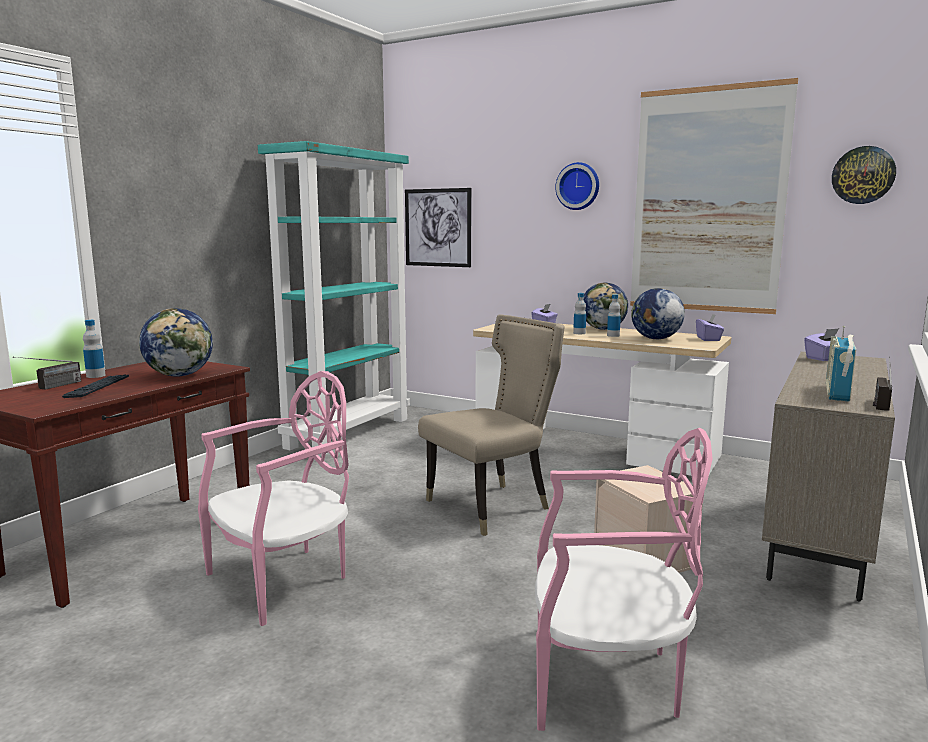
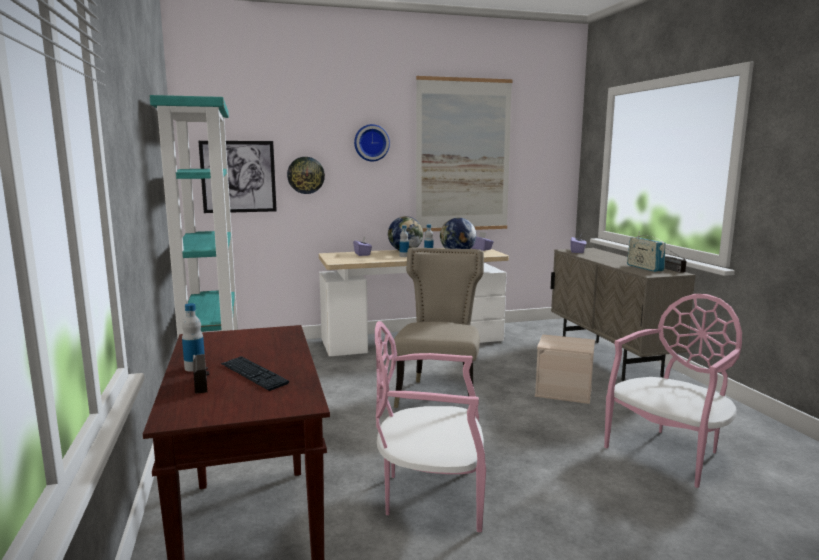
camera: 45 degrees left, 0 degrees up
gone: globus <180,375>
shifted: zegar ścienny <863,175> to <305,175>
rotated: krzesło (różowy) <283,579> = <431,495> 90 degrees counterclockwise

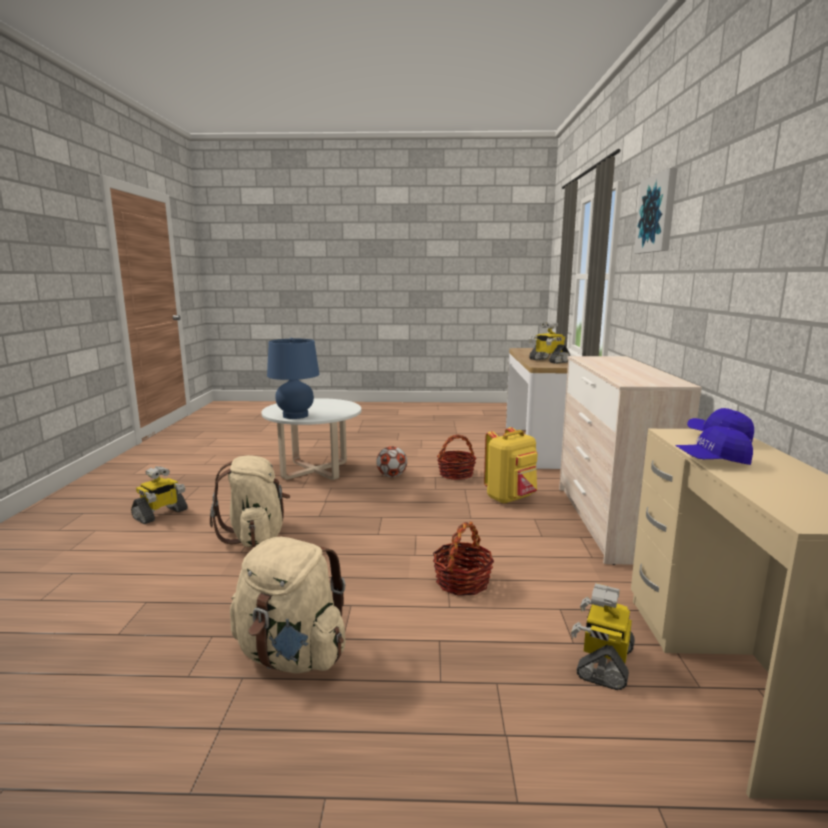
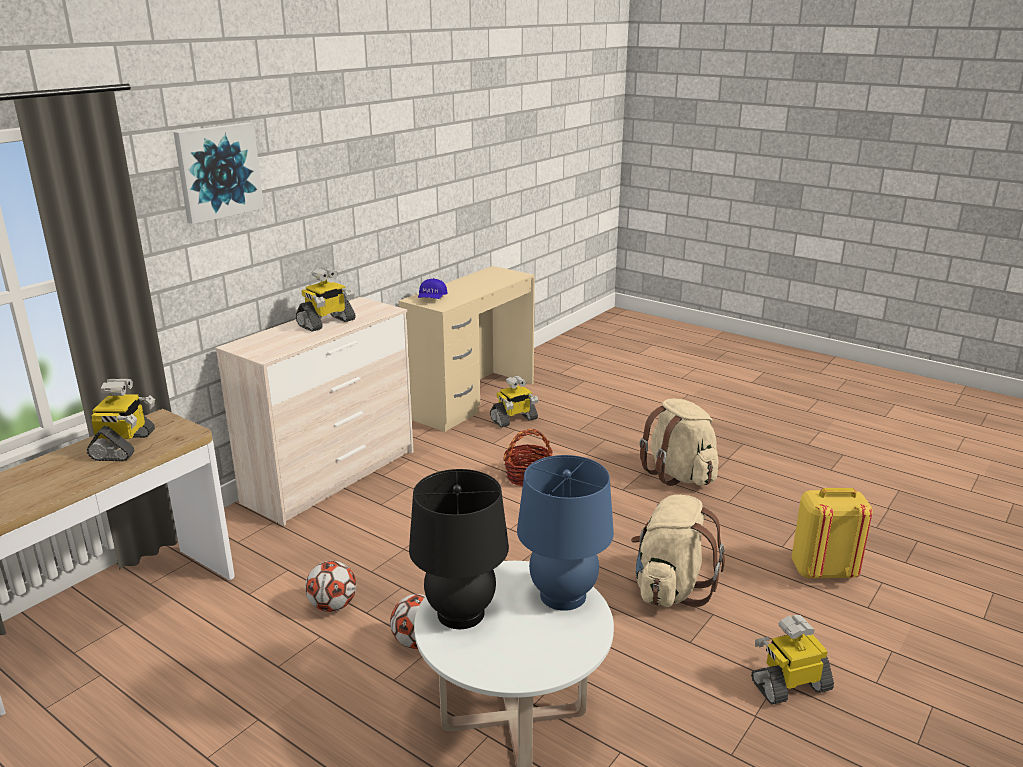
camera: 145 degrees left, 10 degrees up
gone: czapka z daszkiem (niebieski) <712,461>
new: robot zabawkowy <326,323>; lampa stołowa (czarny) <461,613>
shifted: plecak (żółty) <510,498> to <823,571>
swapped: koszyk <456,474> to piłka futbolowa <333,606>

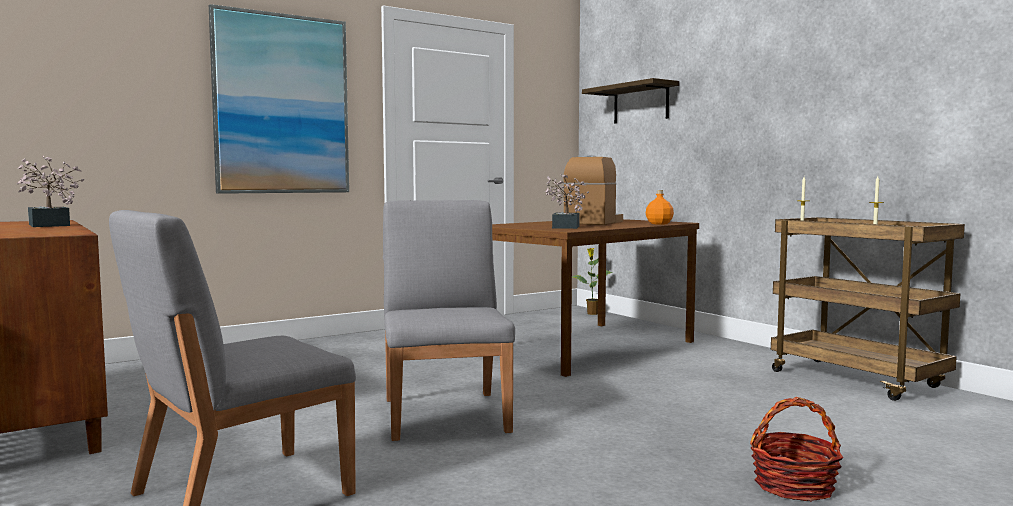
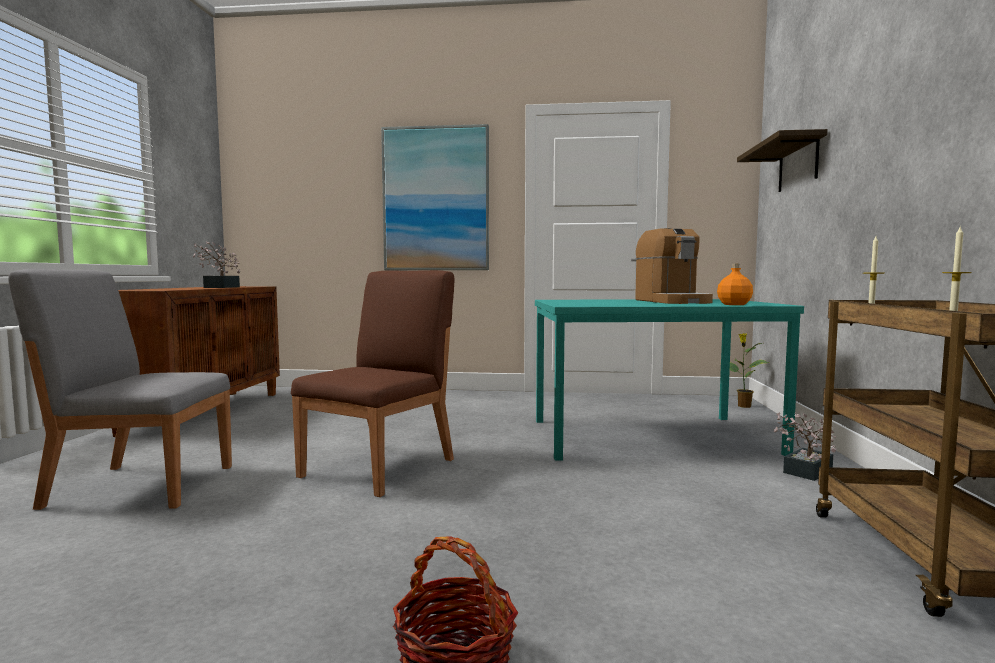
camera: 40 degrees right, 0 degrees up
shifted: roślina doniczkowa <565,227> to <804,472>
repainted: krzesło (szary) <446,414> to krzesło (brązowy) <380,467>; stół jadalny (brązowy) <586,346> to stół jadalny (turkusowy) <651,436>
rotated: ekspres do kawy <594,222> = <672,301> 105 degrees clockwise

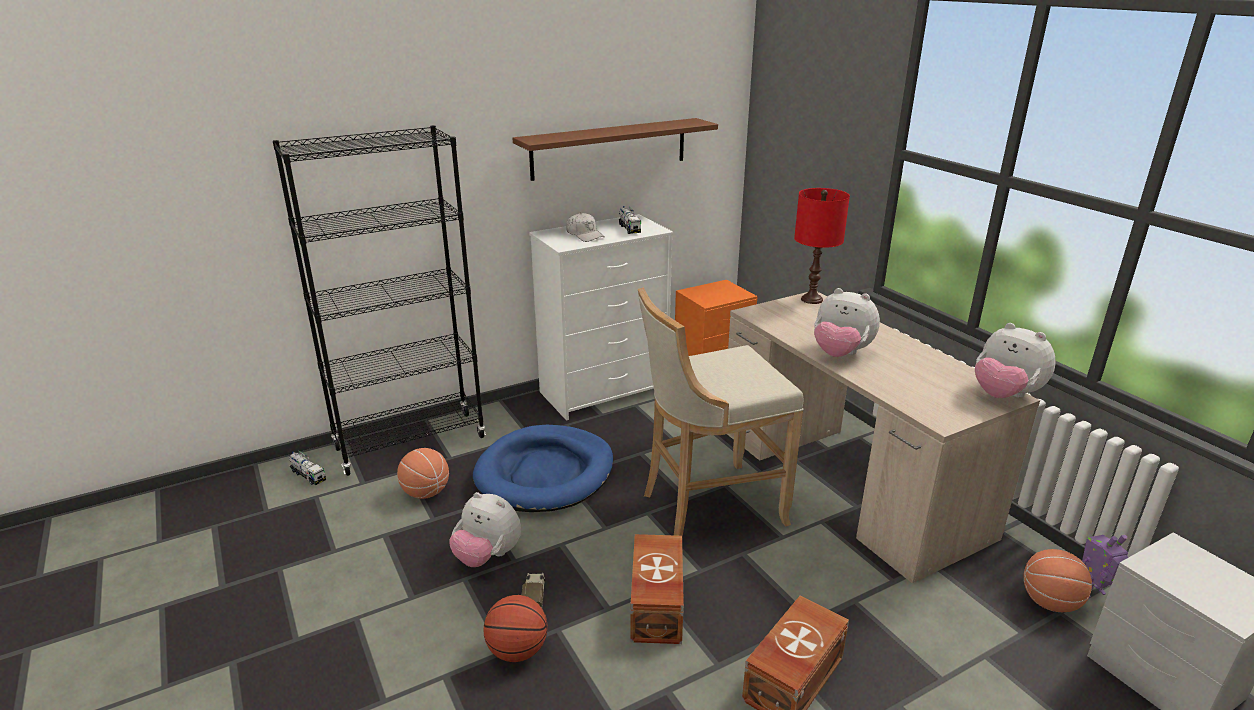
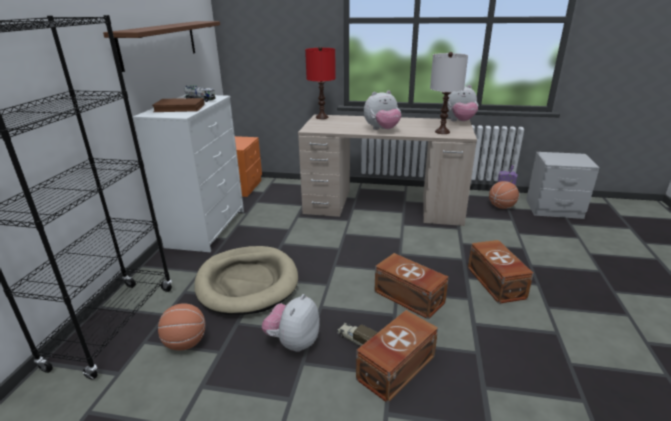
camera: 50 degrees left, 0 degrees up
gone: stołek (beżowy) <707,506>; ciężarówka zabawkowa <308,475>
new: lampa stołowa (biały) <442,132>
swapped: czapka z daszkiem (biały) <585,235> to książka (brązowy) <180,108>; piłka do koszykówki <517,651> to pojemnik do przechowywania (brązowy) <394,367>
repainted: legowisko (niebieski) <545,473> to legowisko (beżowy) <247,282>
rotated: pluszak <487,556> = <293,342> 135 degrees clockwise

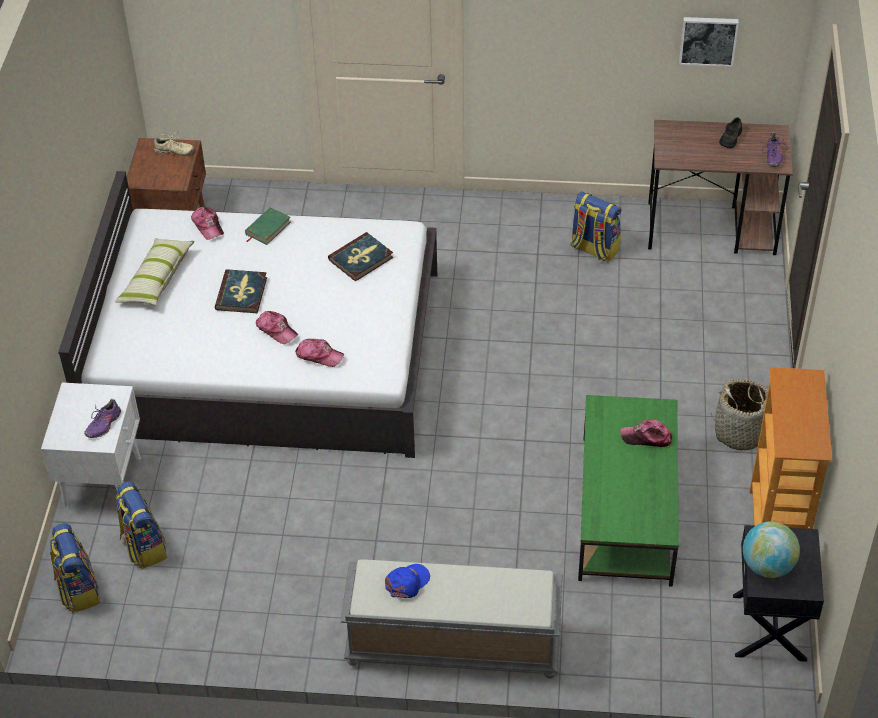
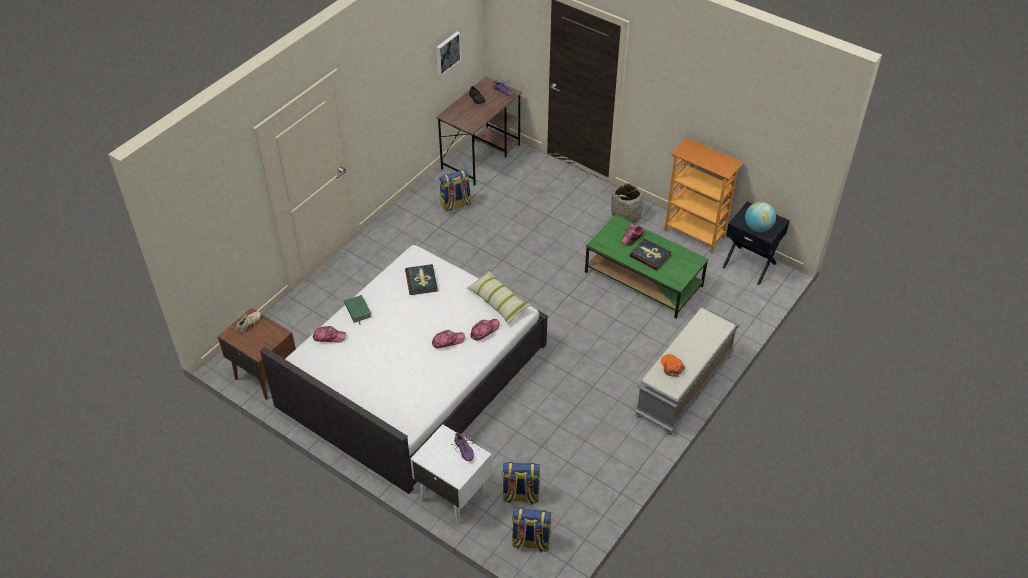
camera: 60 degrees left, 0 degrees up
shifted: poduszka <156,279> to <498,301>; książka <242,293> to <650,256>
repainted: czapka z daszkiem (niebieski) <407,582> to czapka z daszkiem (pomarańczowy) <672,366>

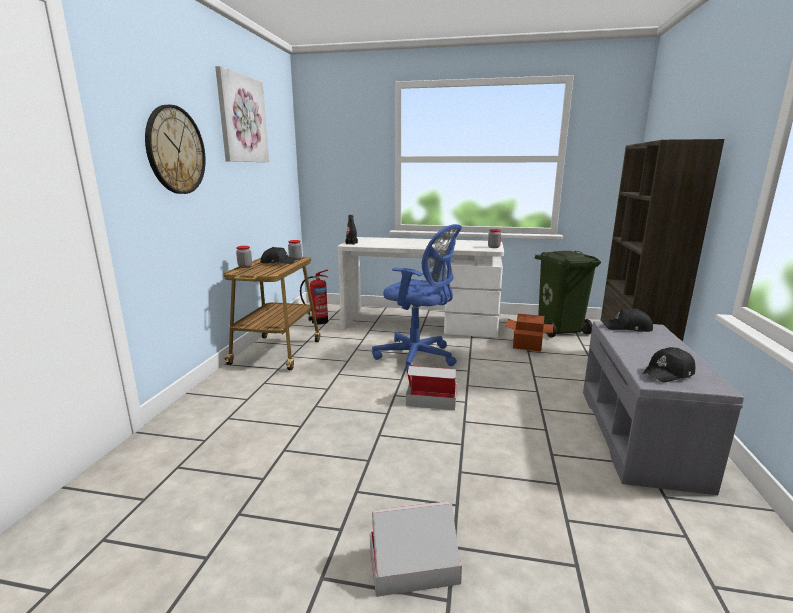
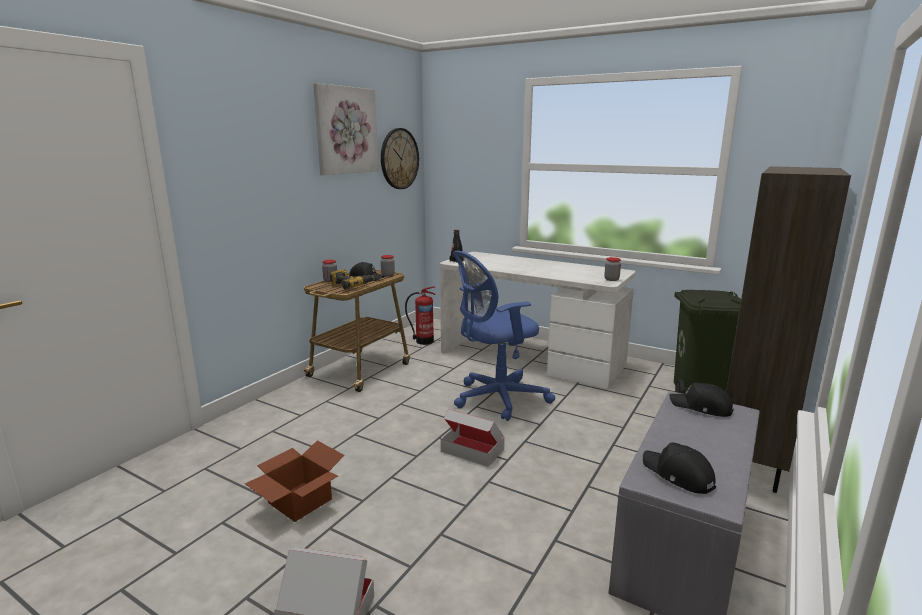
camera: 20 degrees right, 0 degrees up
new: wiertarka <351,285>
shifted: zegar ścienny <175,150> to <399,159>; karton <526,345> to <298,501>
rotated: krzesło biurowe (niebieski) <418,357> = <496,399> 105 degrees clockwise; czapka z daszkiem (czarny) <668,373> = <677,475> 60 degrees clockwise

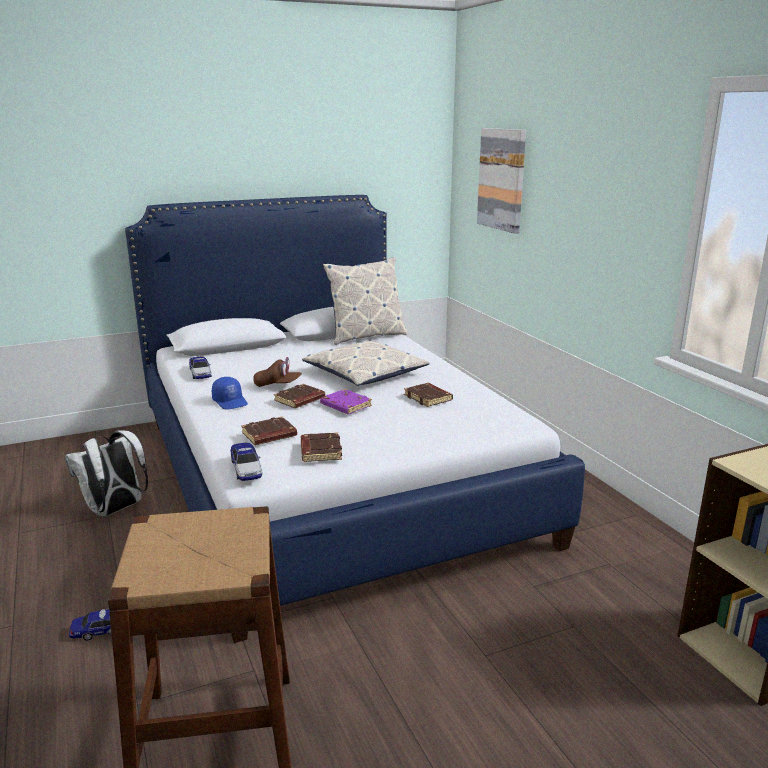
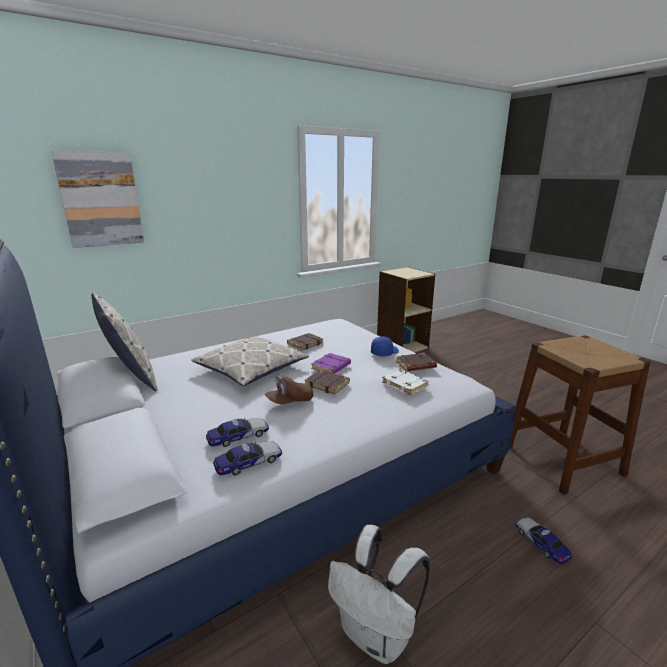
camera: 100 degrees left, 0 degrees up
shifted: czapka z daszkiem (niebieski) <230,402> to <384,352>; samochodzik <246,467> to <238,436>
repainted: książka (brązowy) <269,435> to książka (biały) <405,385>
rotated: czapka z daszkiem (brązowy) <277,385> = <290,401> 120 degrees counterclockwise

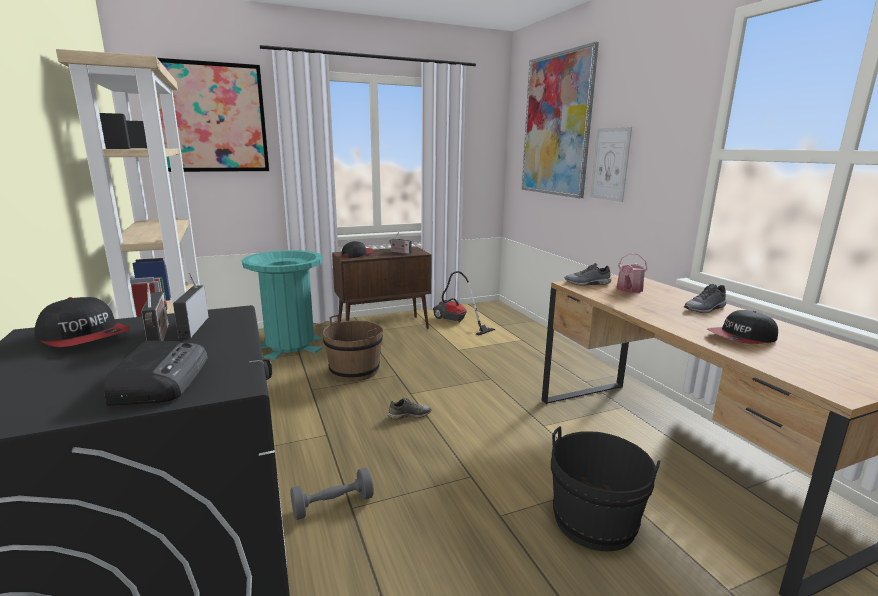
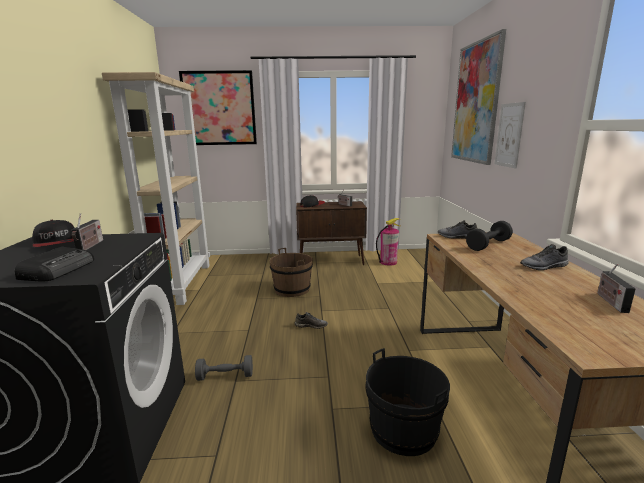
camera: 20 degrees right, 0 degrees up
gone: kosz na śmieci (turkusowy) <290,345>; czapka z daszkiem <742,337>
shifted: radio <194,326> to <610,301>
swapped: konewka <628,290> to hantel (czarny) <488,245>; odkurzacz <456,322> to gaśnica <388,262>

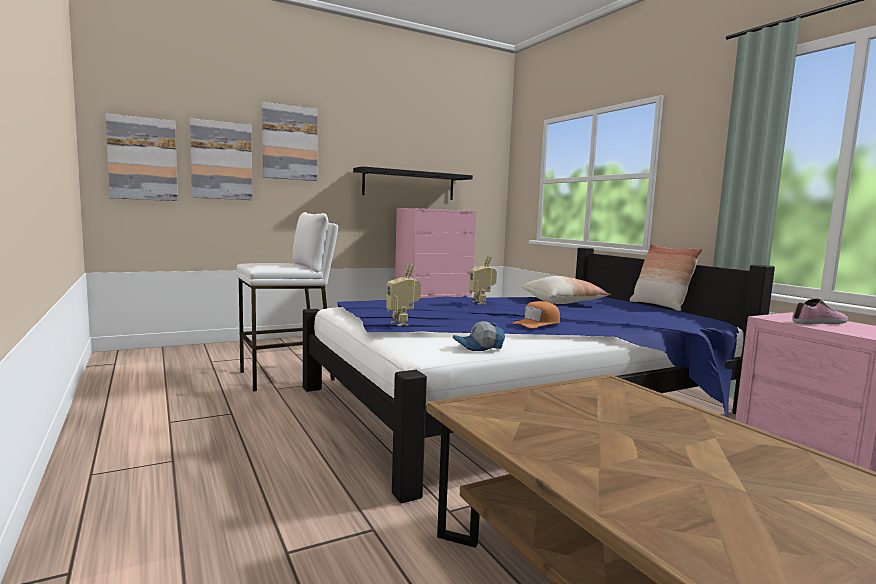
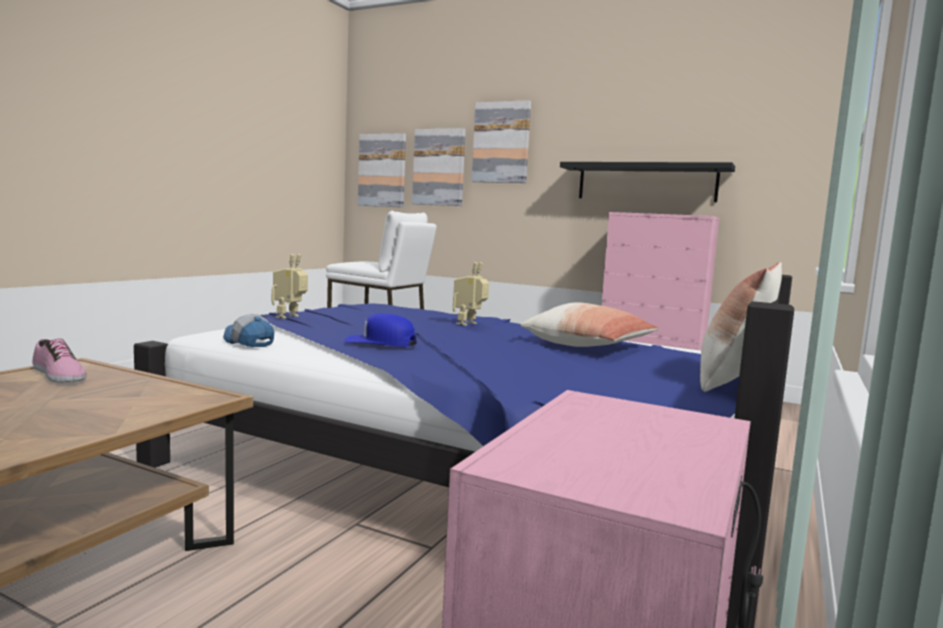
camera: 55 degrees right, 0 degrees up
shifted: but <819,322> to <57,375>
repainted: czapka z daszkiem (pomarańczowy) <537,323> to czapka z daszkiem (niebieski) <381,342>

